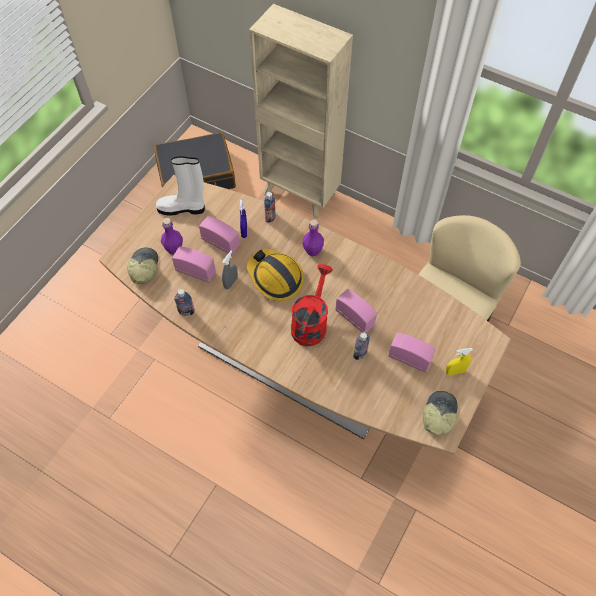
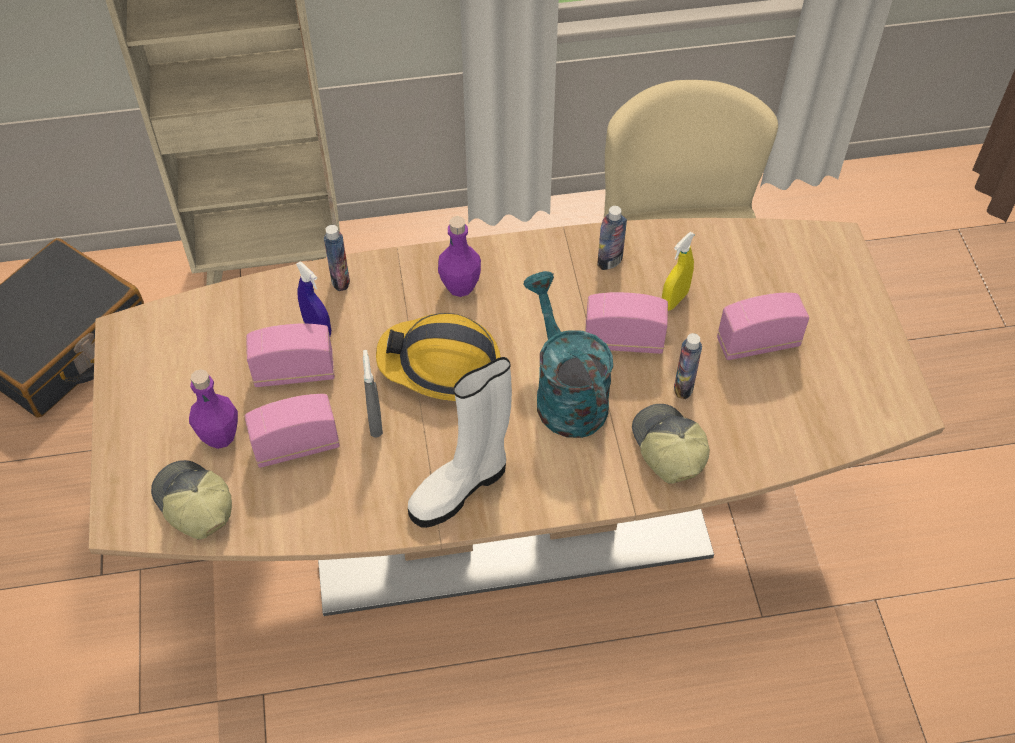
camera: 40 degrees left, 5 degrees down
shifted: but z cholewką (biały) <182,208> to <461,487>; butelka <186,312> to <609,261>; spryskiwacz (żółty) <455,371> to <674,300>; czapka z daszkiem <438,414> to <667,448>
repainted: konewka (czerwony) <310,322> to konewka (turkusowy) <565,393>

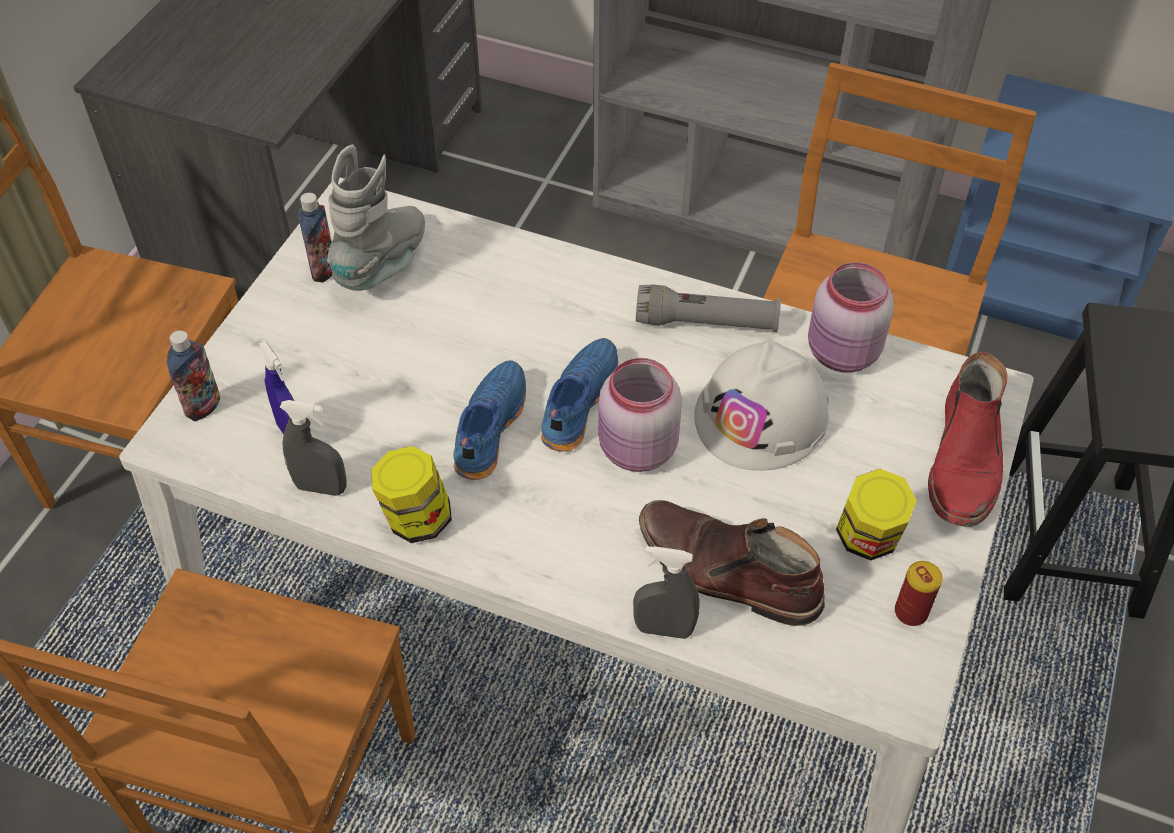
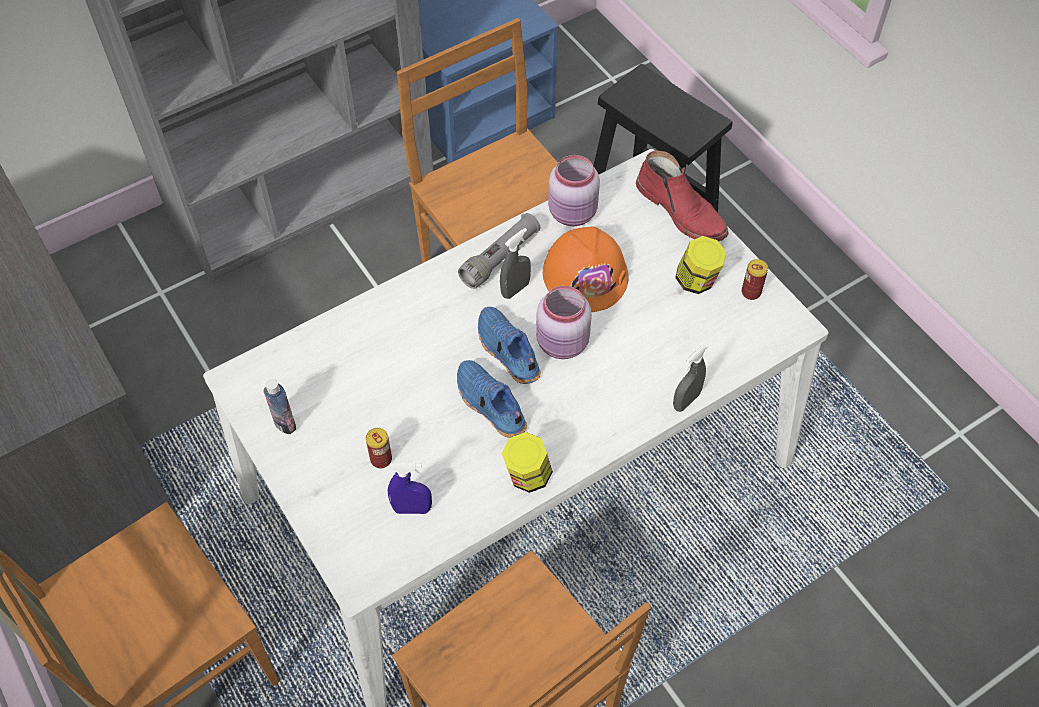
camera: 55 degrees left, 5 degrees up
gone: but z cholewką (szary) <385,264>; butelka <203,407>; but z cholewką (brązowy) <726,572>
new: puszka <381,459>
shifted: spryskiwacz (szary) <321,487> to <515,289>
repainted: kask (biały) <762,416> to kask (pomarańczowy) <585,274>

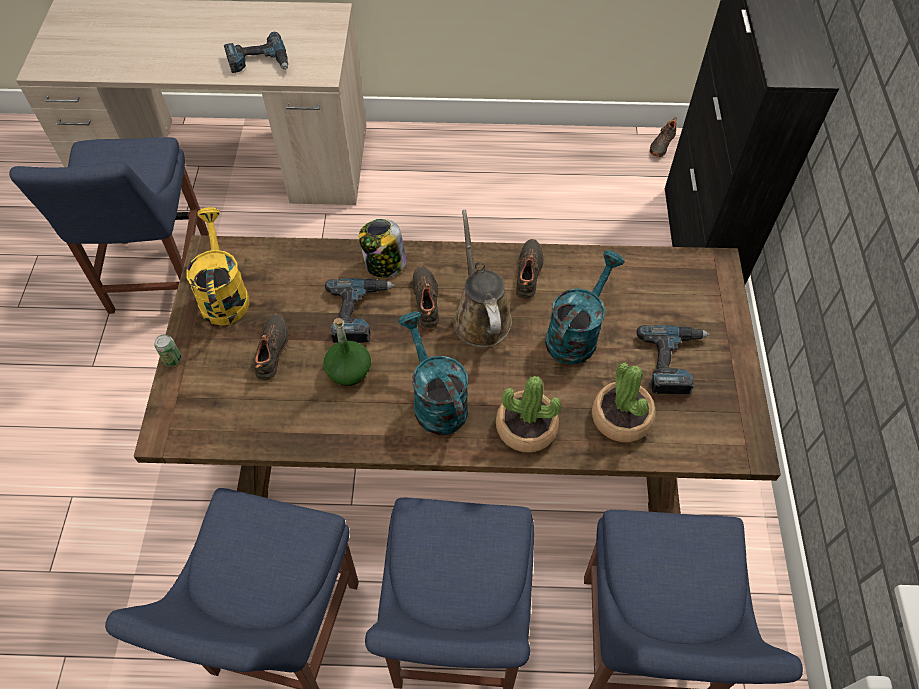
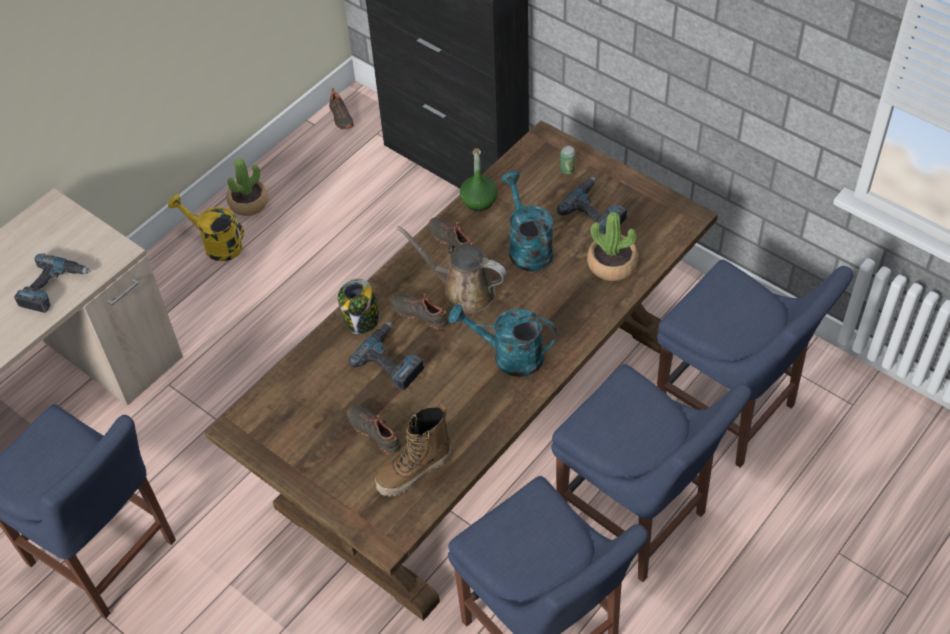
camera: 50 degrees left, 5 degrees down
new: but z cholewką <414,472>
shifted: konewka (żółty) <223,294> to <216,244>; butelka (zielony) <349,370> to <478,201>; puszka <172,359> to <567,169>; roślina doniczkowa <526,427> to <249,203>

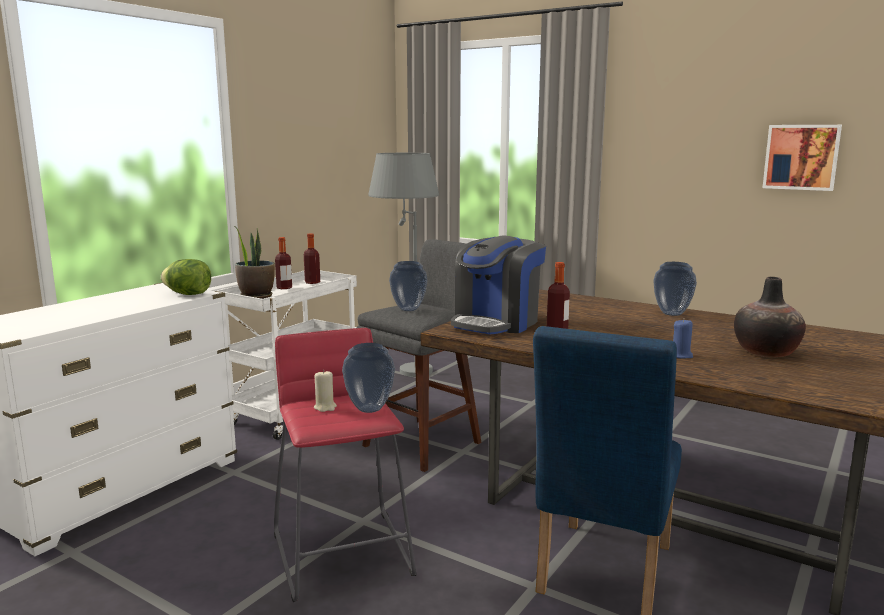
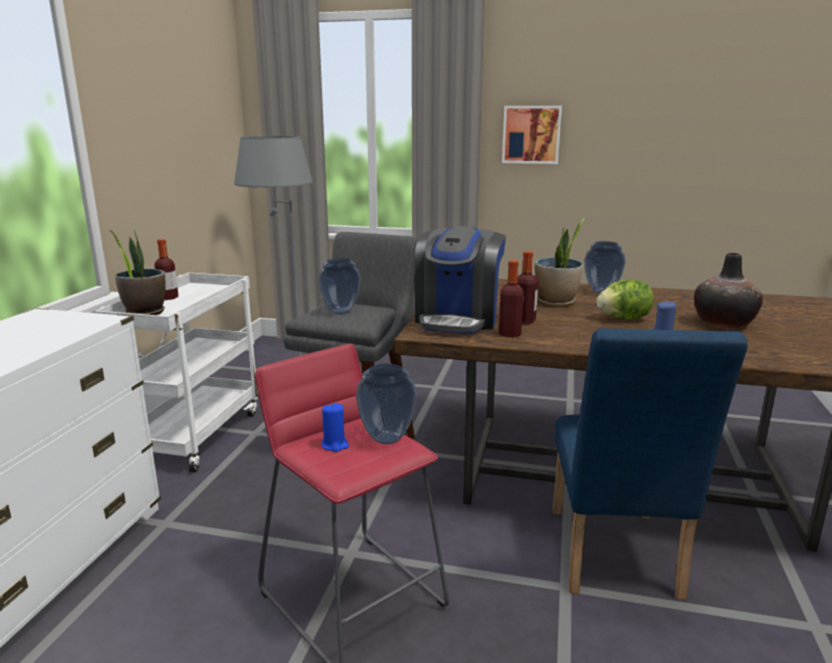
camera: 20 degrees left, 5 degrees up
new: roślina doniczkowa <556,302>
shifted: obraz <801,157> to <531,134>; butelka <312,282> to <509,334>; sałata <188,294> to <623,318>
repainted: świeca (beżowy) <325,407> to świeca (niebieski) <335,445>

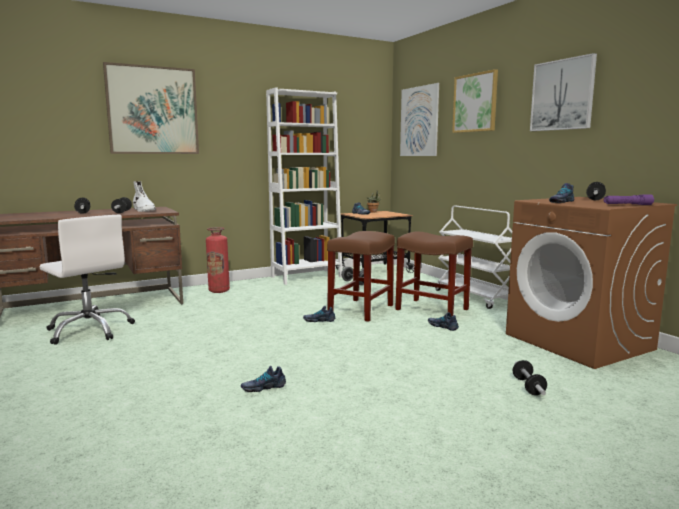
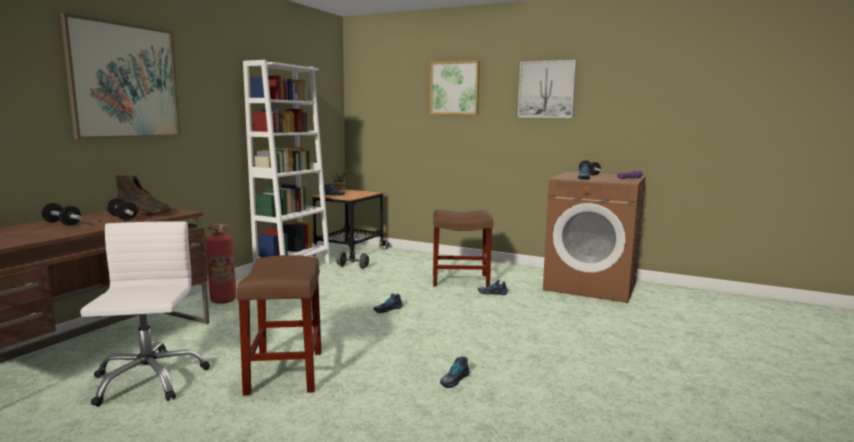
camera: 35 degrees left, 0 degrees up
gone: obraz <419,121>; wózek (biały) <474,297>; hantel <528,387>
shifted: stołek (brązowy) <361,309> to <285,371>
repainted: but z cholewką (biały) <144,210> to but z cholewką (brązowy) <145,213>
rotated: krzesło biurowe (biały) <90,330> = <148,380> 105 degrees counterclockwise

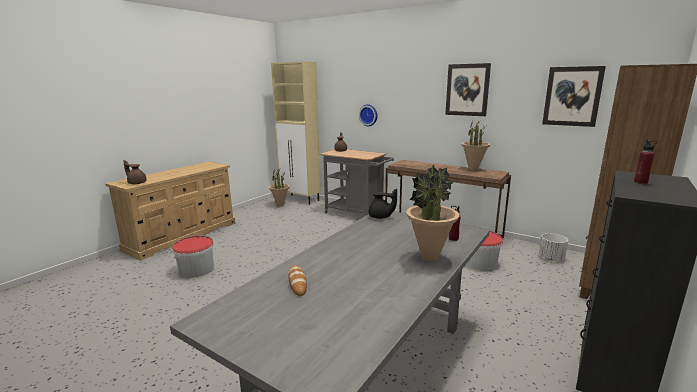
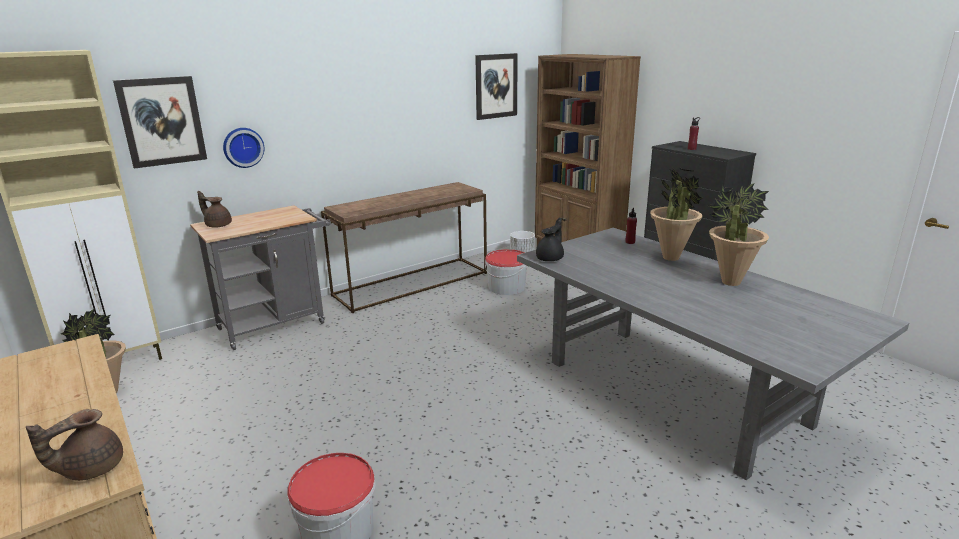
camera: 70 degrees left, 5 degrees up
gone: chleb <297,282>
shifted: obraz <467,90> to <162,121>; roślina doniczkowa <473,169> to <730,282>

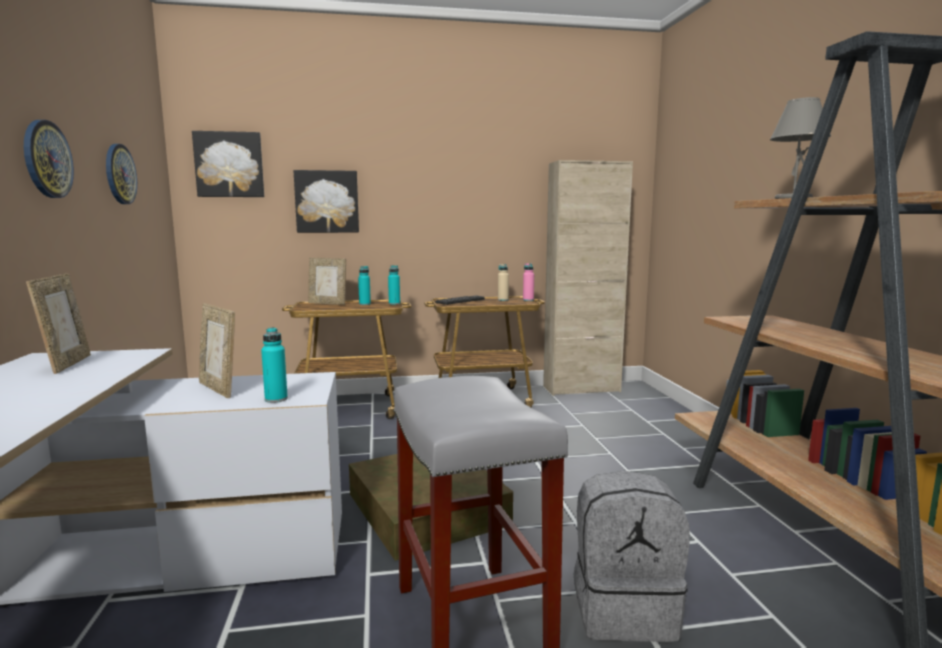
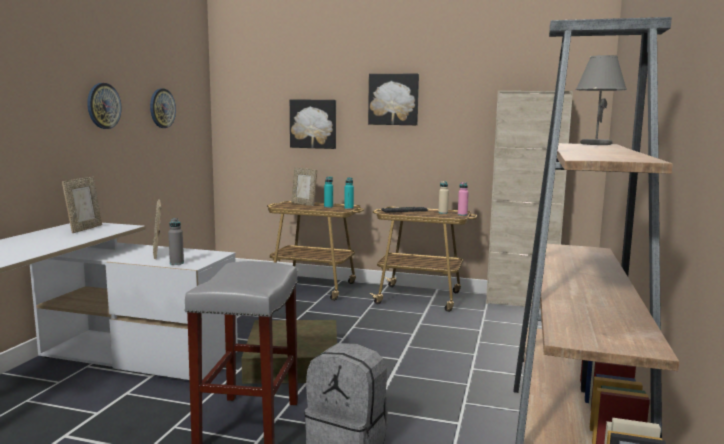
camera: 25 degrees right, 0 degrees up
shifted: obraz <229,165> to <393,99>
repainted: butelka (turkusowy) <276,399> to butelka (szary) <176,263>

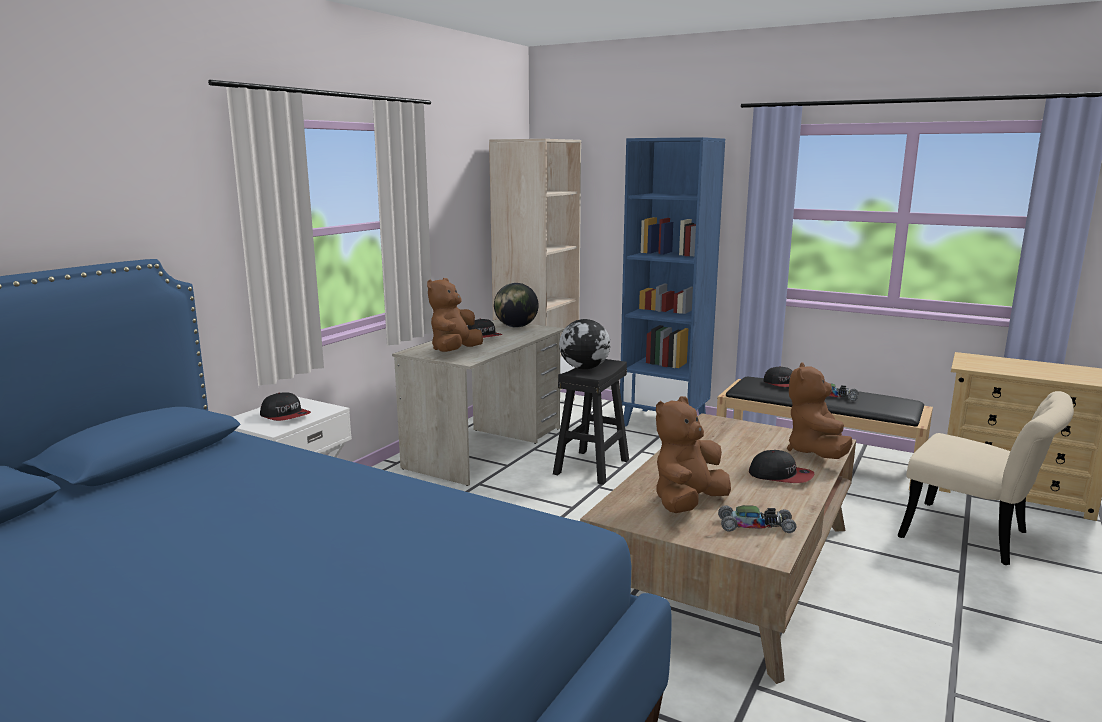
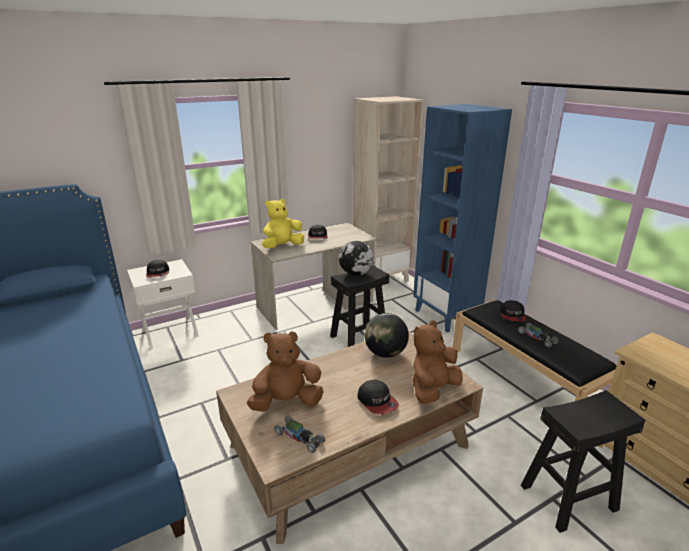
camera: 30 degrees right, 10 degrees up
shifted: globus <516,326> to <385,353>
swapped: krzesło (beżowy) <975,538> to stołek (czarny) <568,498>
repainted: pluszak (brązowy) <454,351> to pluszak (żółty) <282,246>

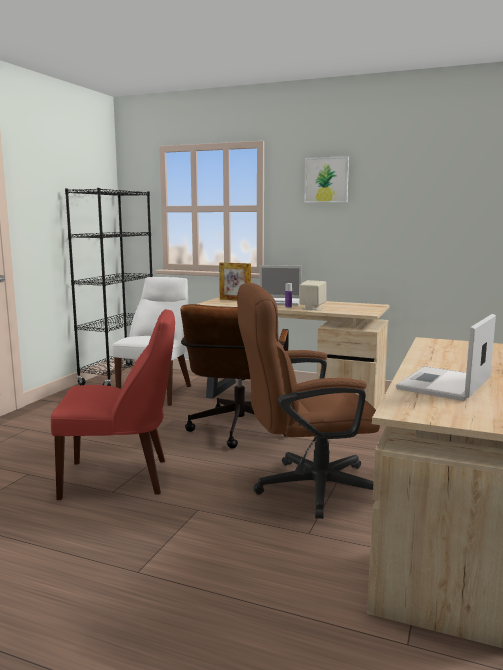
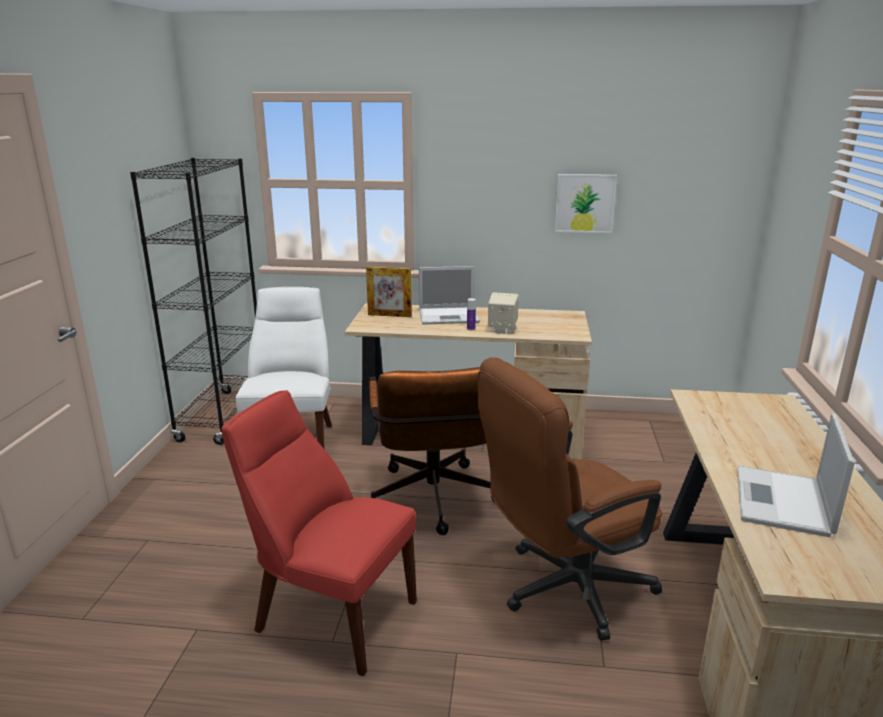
camera: 15 degrees left, 10 degrees up
shifted: obraz <326,180> to <585,203>
rotated: krzesło (czerwony) <121,478> = <330,614> 135 degrees counterclockwise

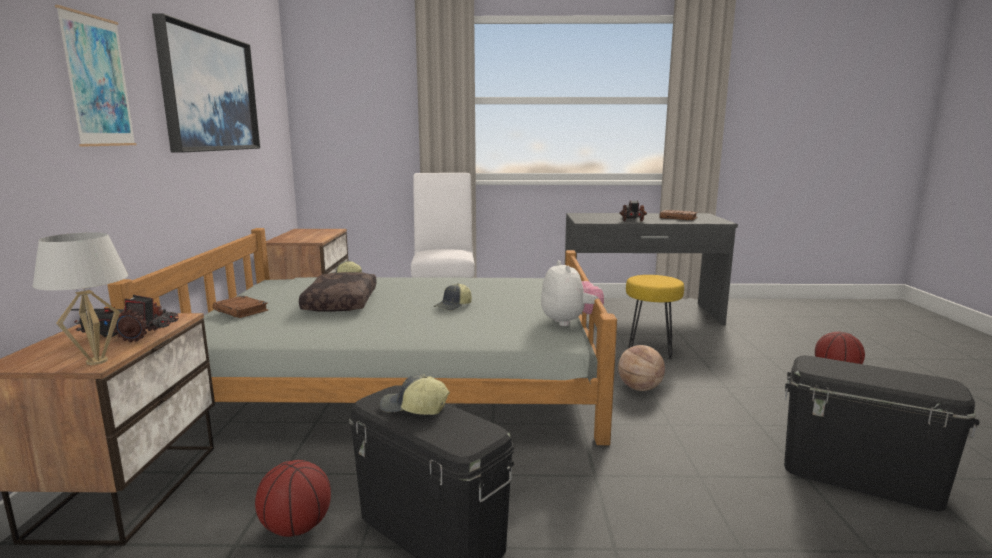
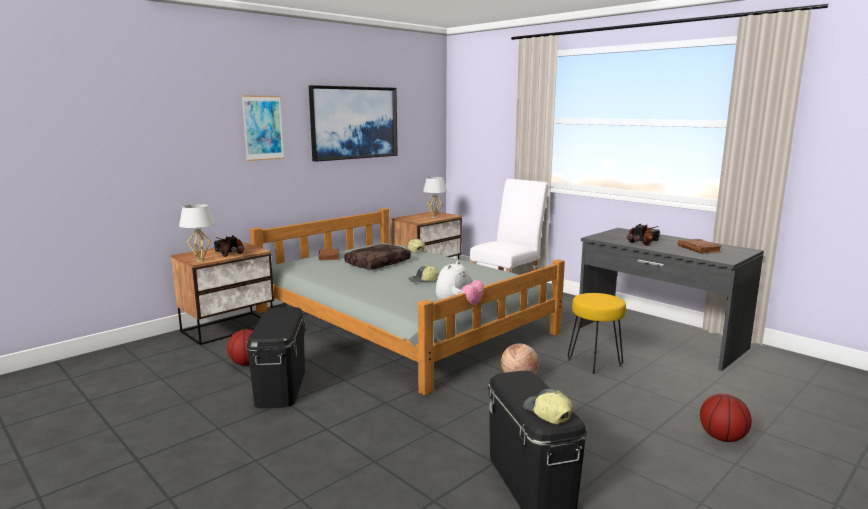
camera: 45 degrees right, 0 degrees up
new: lampa stołowa (biały) <434,217>
shifted: czapka z daszkiem <414,408> to <546,414>

